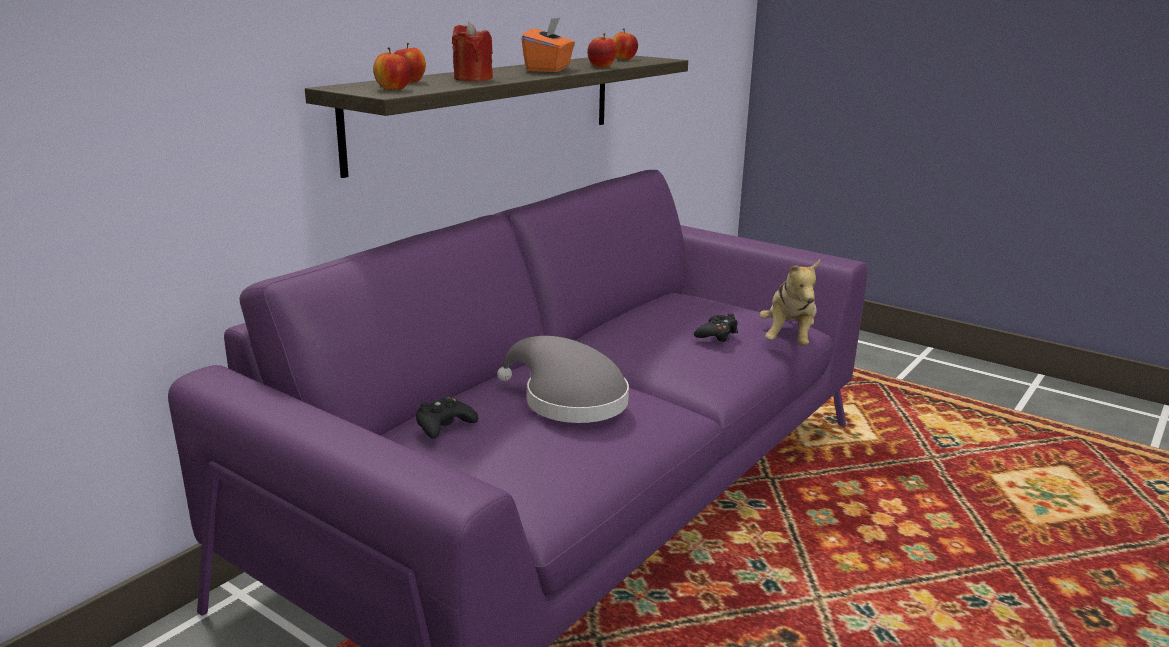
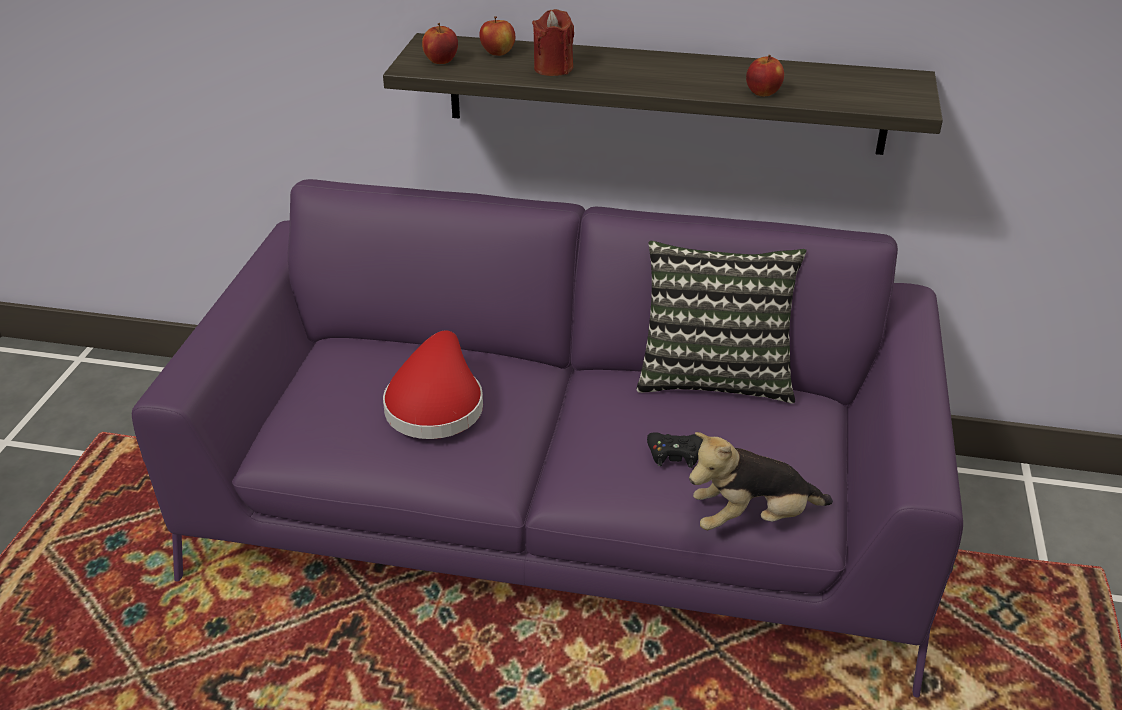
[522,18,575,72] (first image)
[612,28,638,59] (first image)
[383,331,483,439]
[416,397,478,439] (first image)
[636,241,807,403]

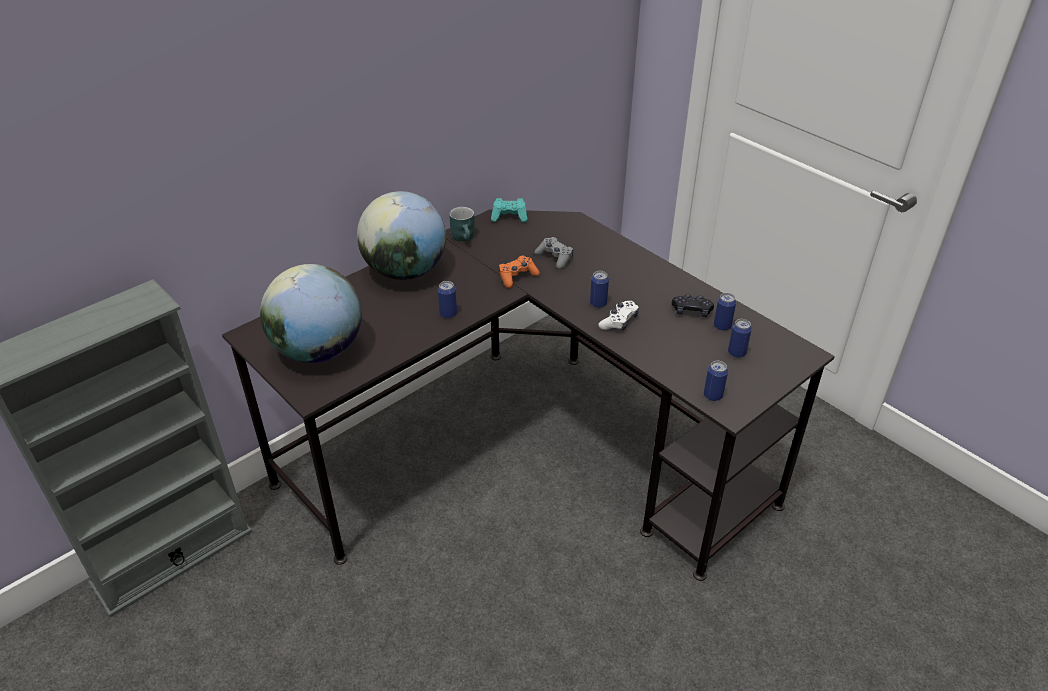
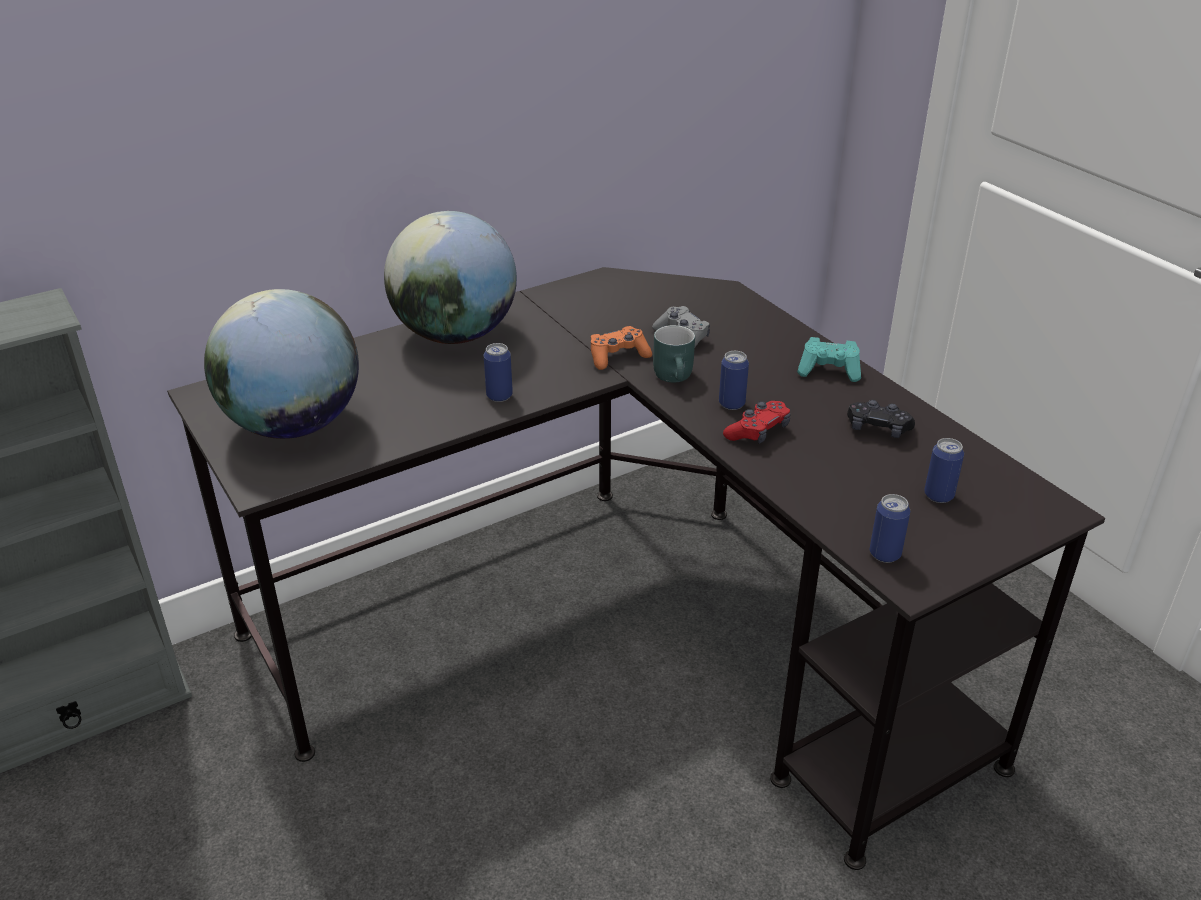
[797,337,861,382]
[653,325,695,382]
[714,293,736,331] (first image)
[723,401,791,444]

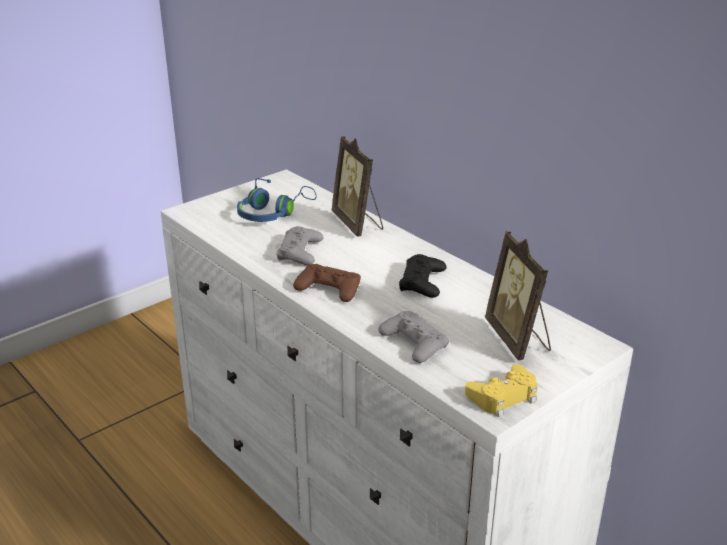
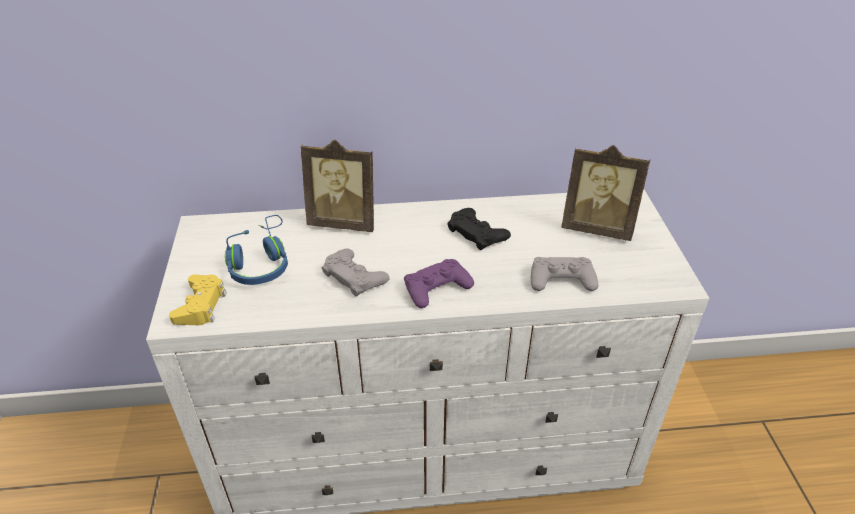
[404,259,474,308]
[169,275,227,325]

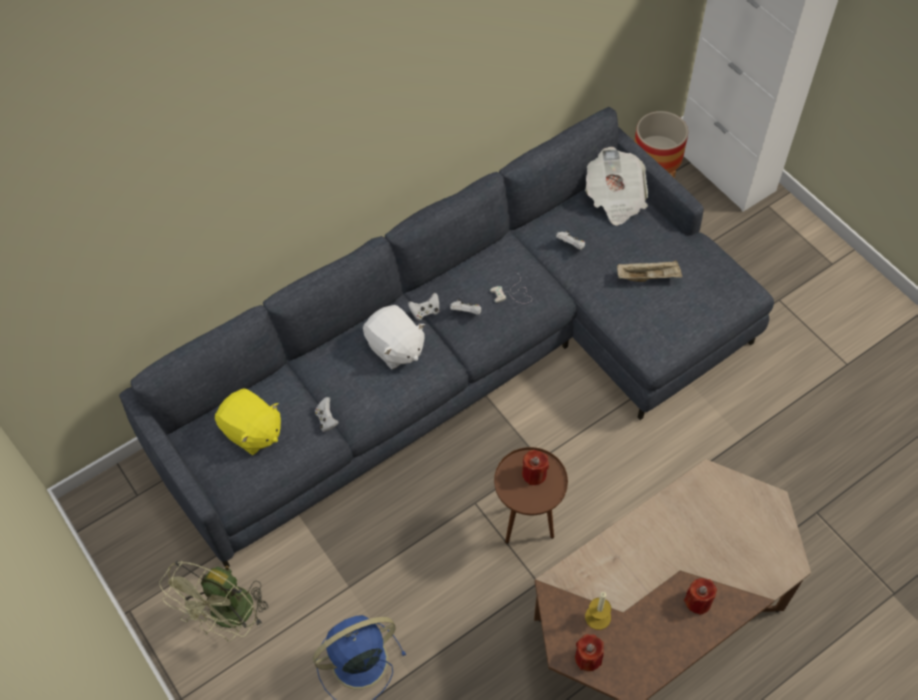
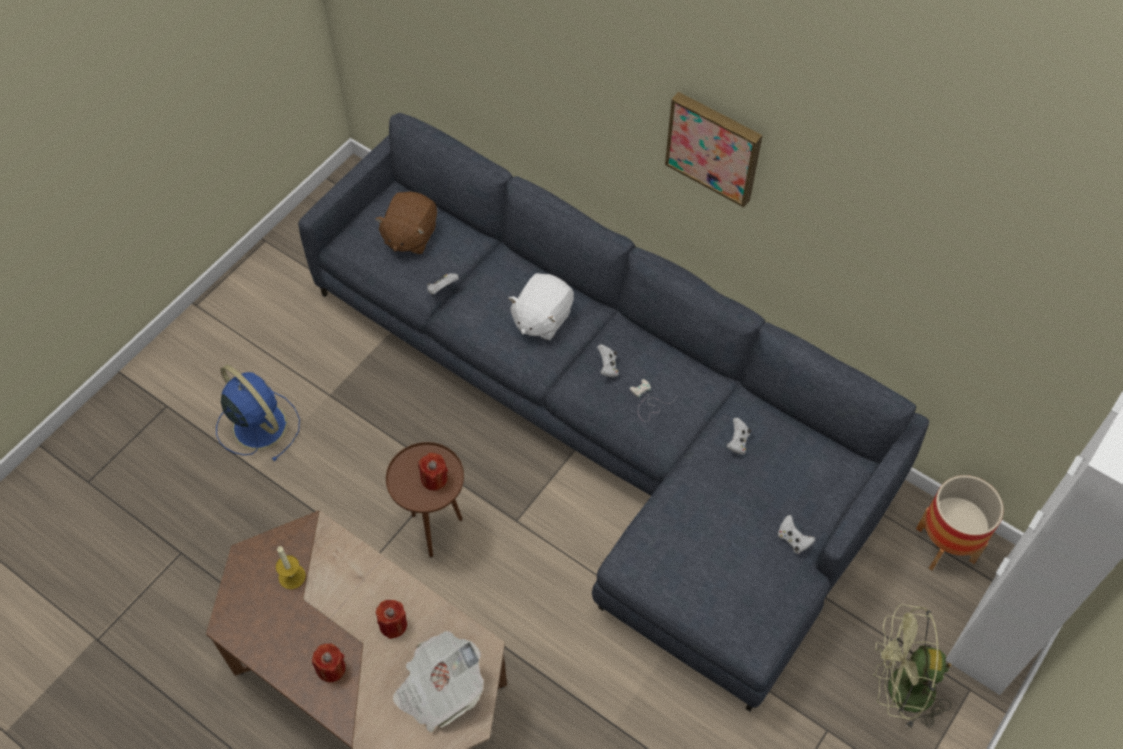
[393,631,484,732]
[617,260,682,282] (first image)
[778,515,815,554]
[375,191,437,254]
[873,604,951,729]
[376,600,407,639]
[665,92,763,208]

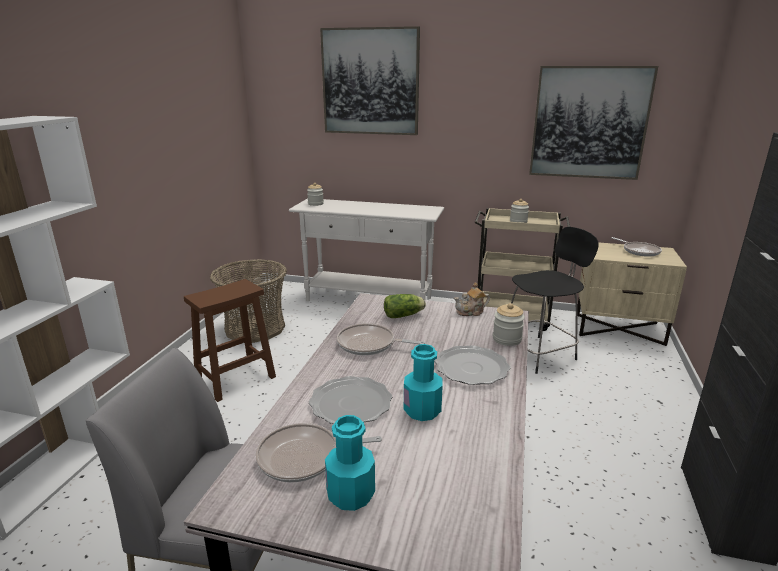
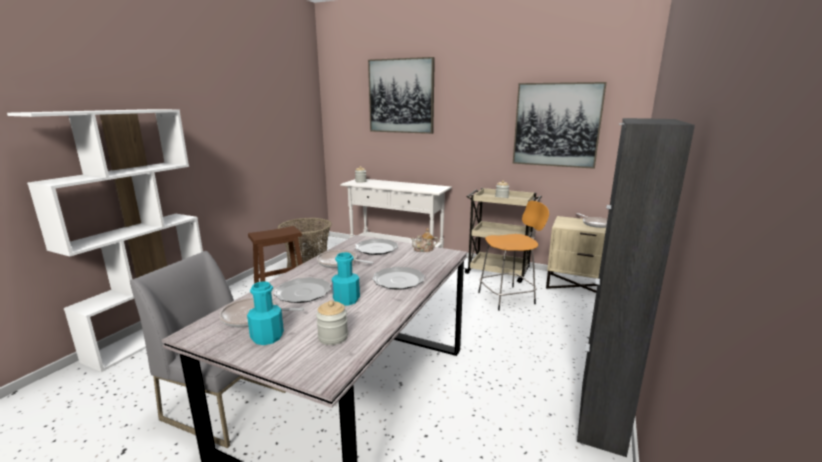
[478,201,549,311]
[355,239,398,255]
[316,300,348,345]

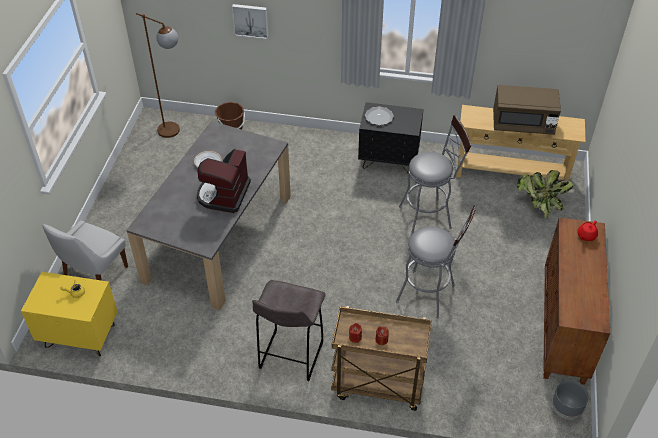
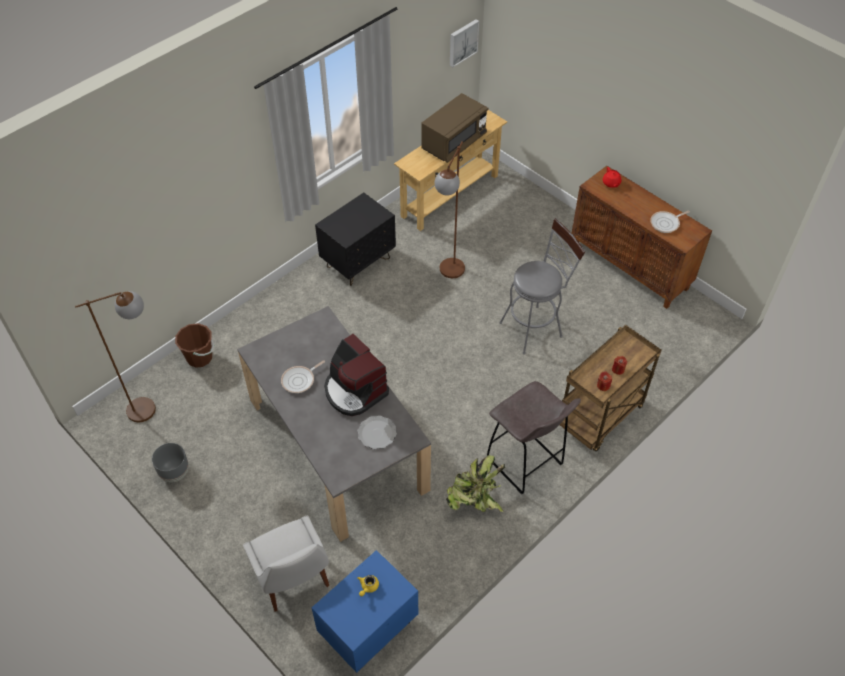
[450,19,479,67]
[358,416,397,449]
[435,141,465,278]
[446,455,505,512]
[312,550,418,673]
[152,443,189,483]
[650,210,690,233]

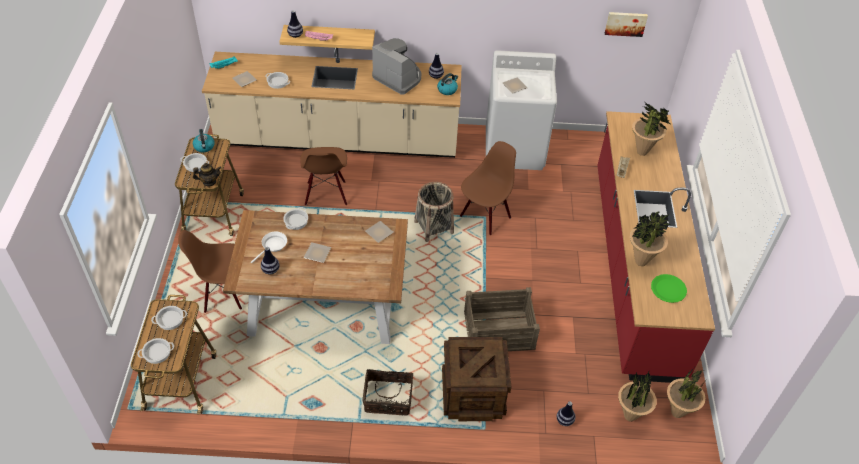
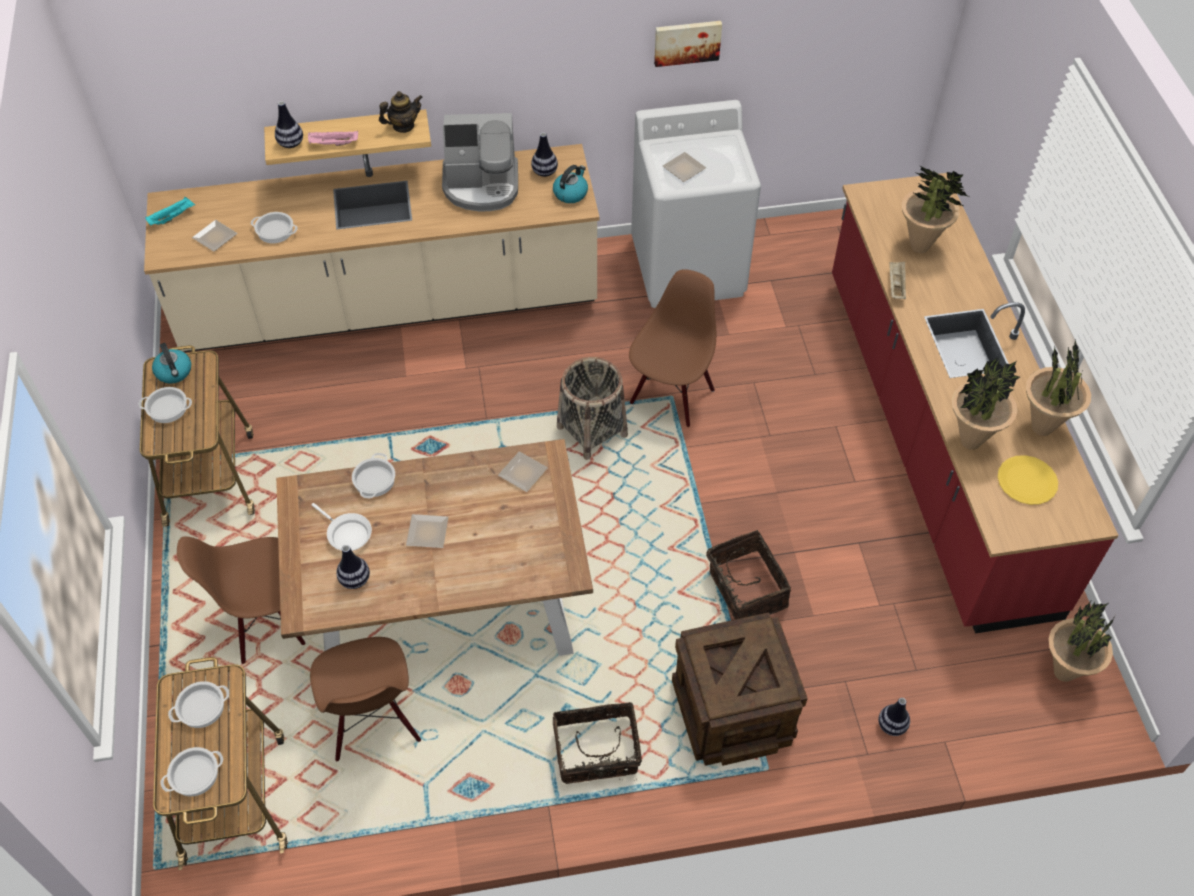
[654,21,722,67]
[442,113,518,212]
[310,637,421,761]
[379,91,423,133]
[311,503,372,551]
[998,455,1058,505]
[706,530,791,620]
[1026,340,1091,436]

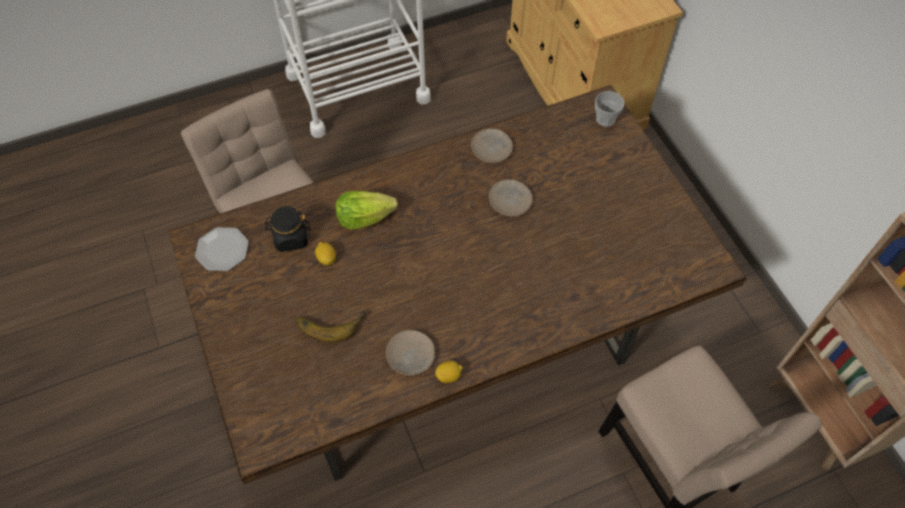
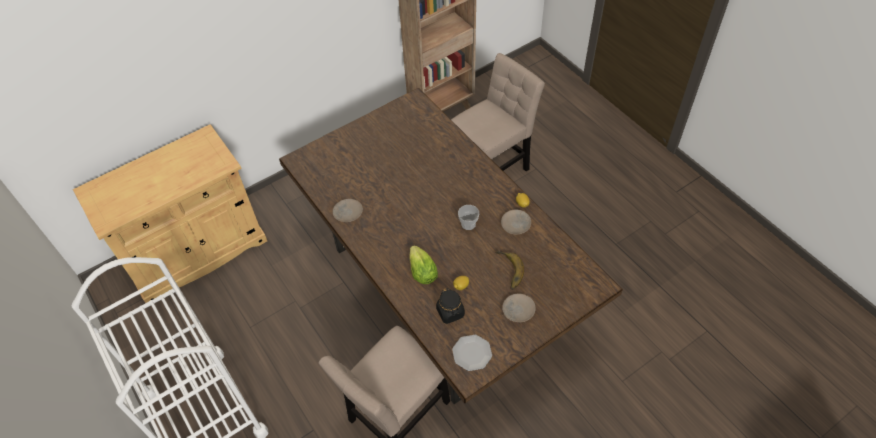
[458,205,479,230]
[502,294,536,322]

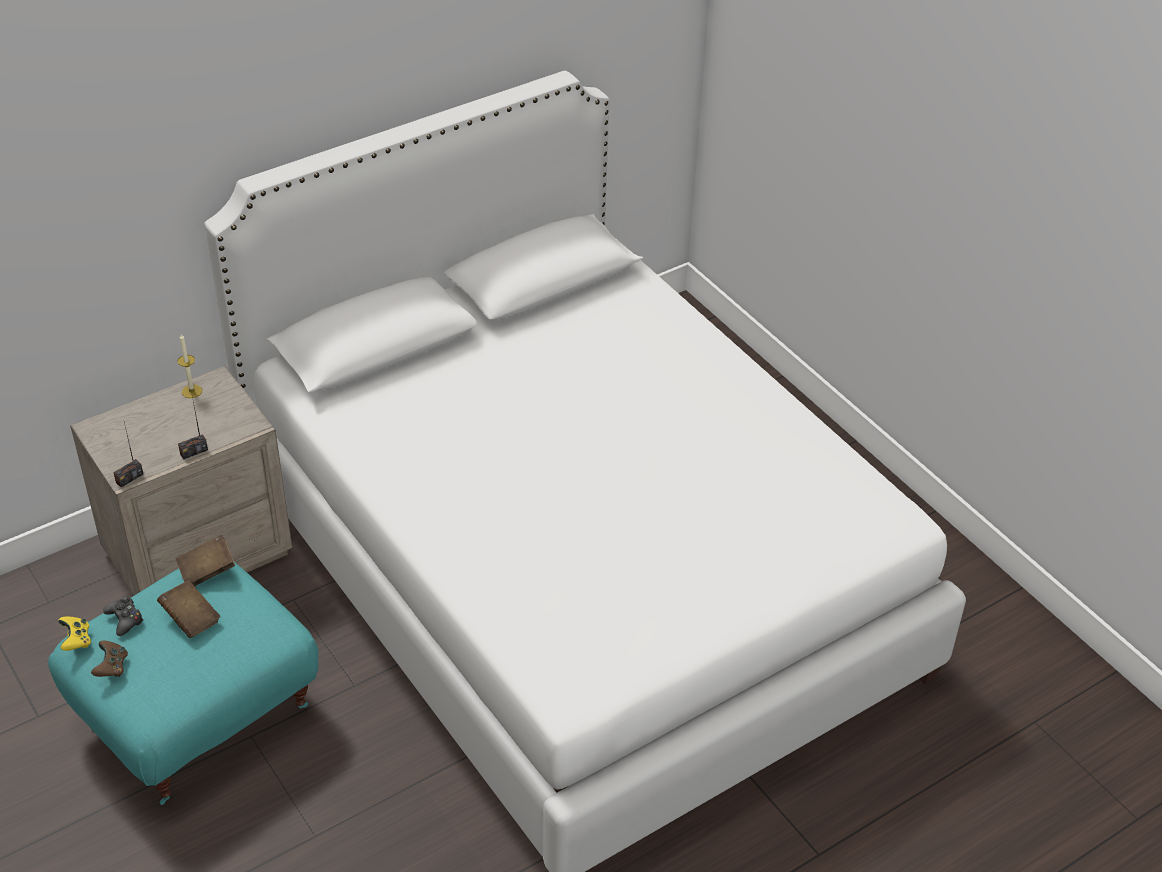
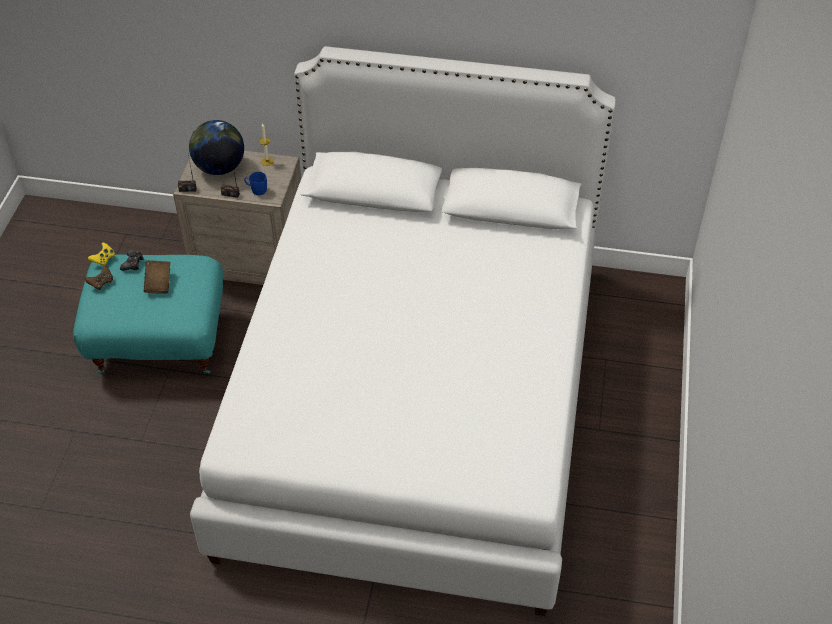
[176,535,235,586] (first image)
[189,120,244,175]
[244,172,267,195]

